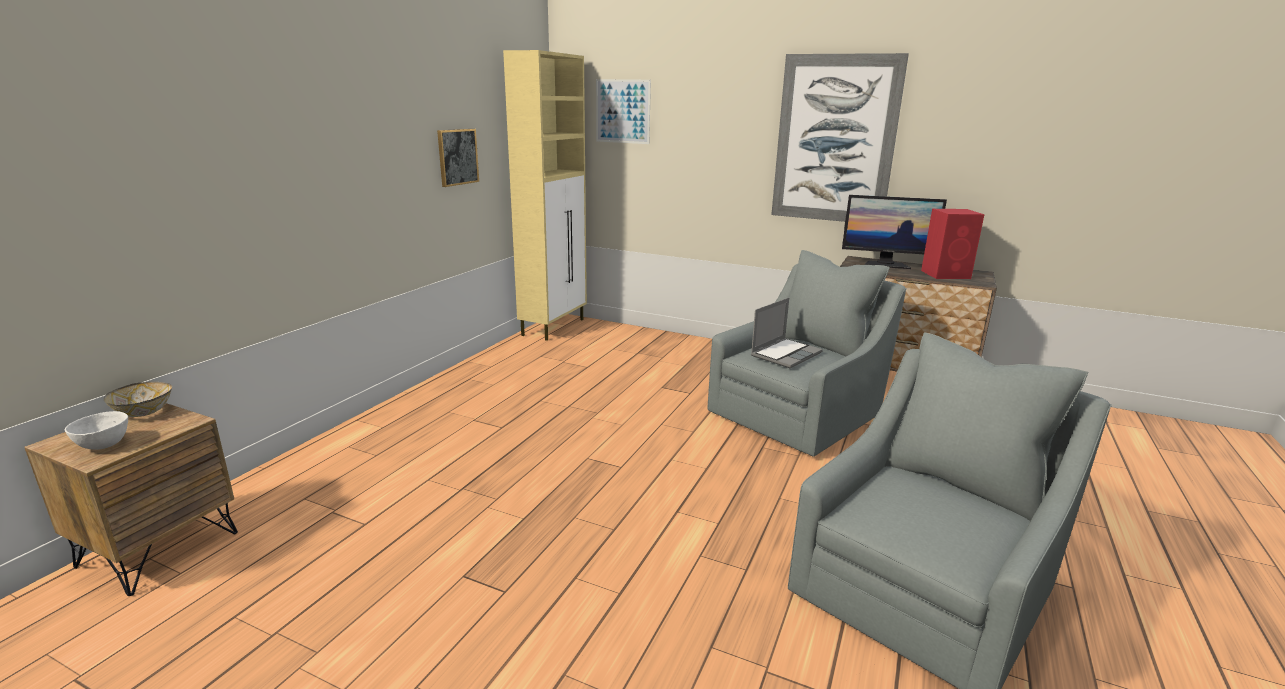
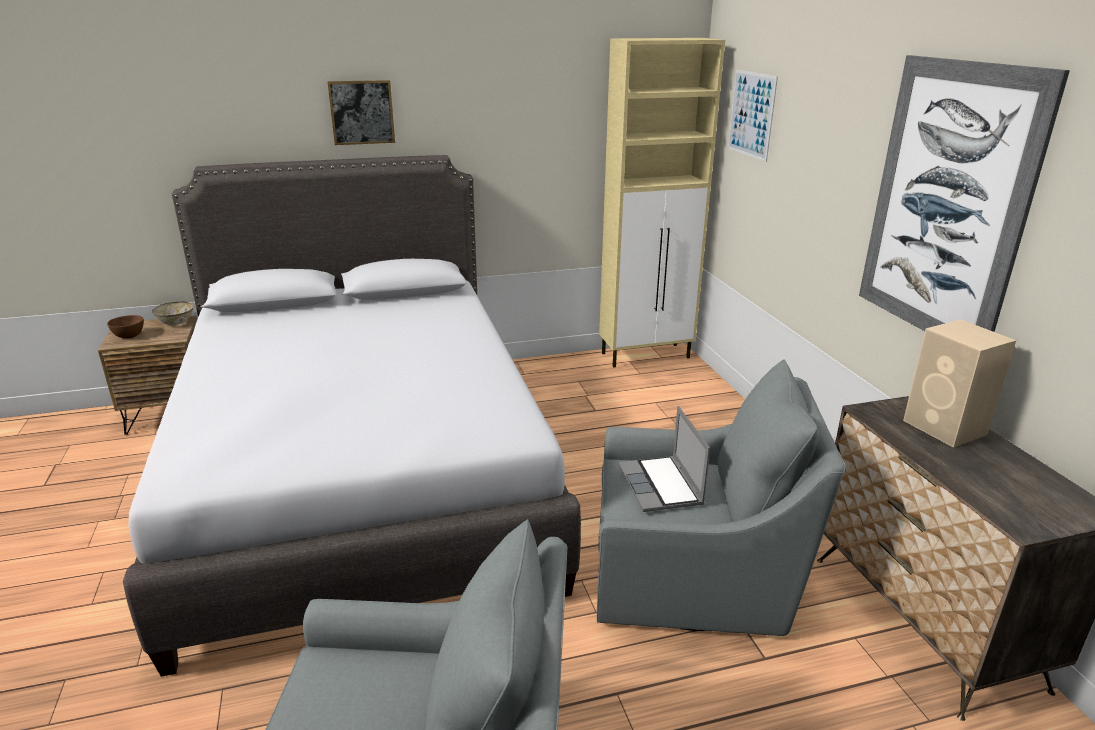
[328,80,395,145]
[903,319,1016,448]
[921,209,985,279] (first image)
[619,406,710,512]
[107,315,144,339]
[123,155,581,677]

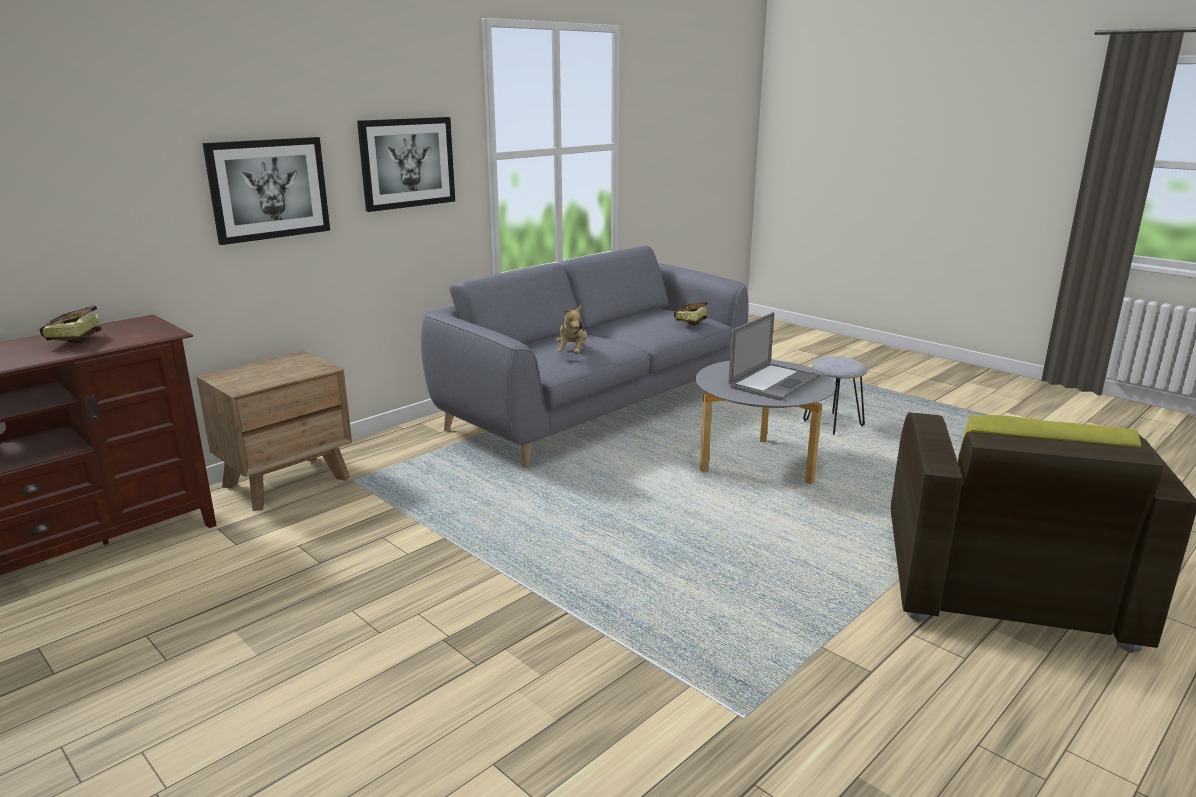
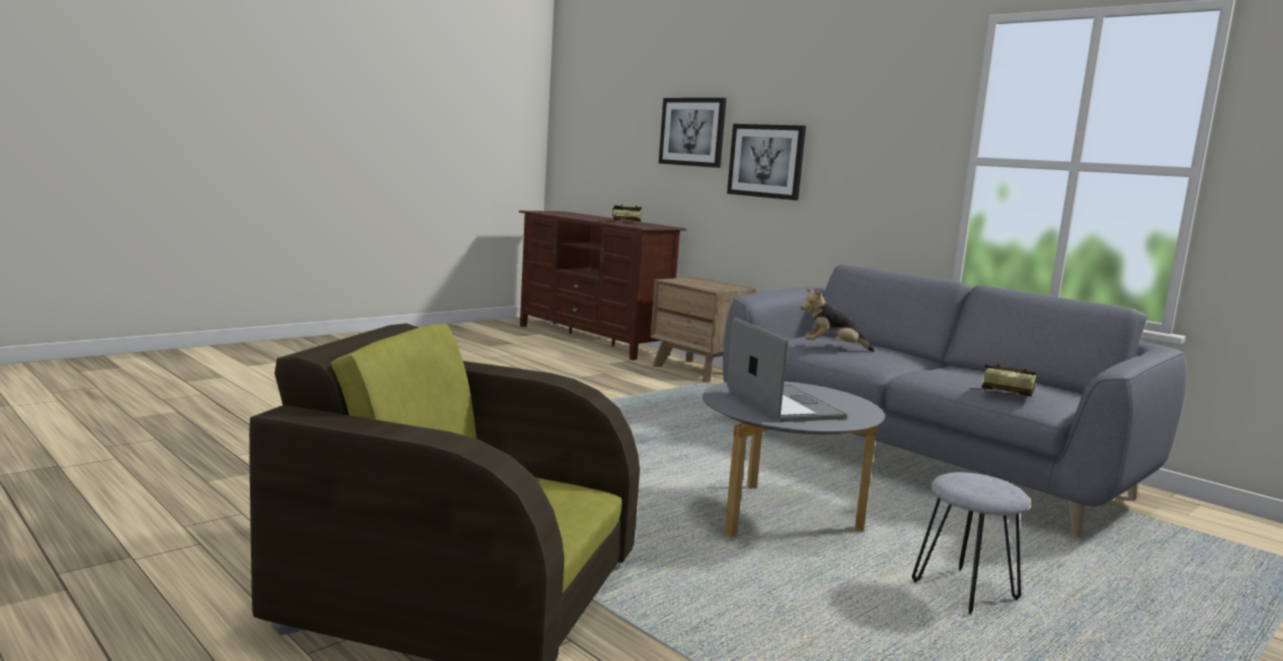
[659,98,726,168]
[727,317,848,422]

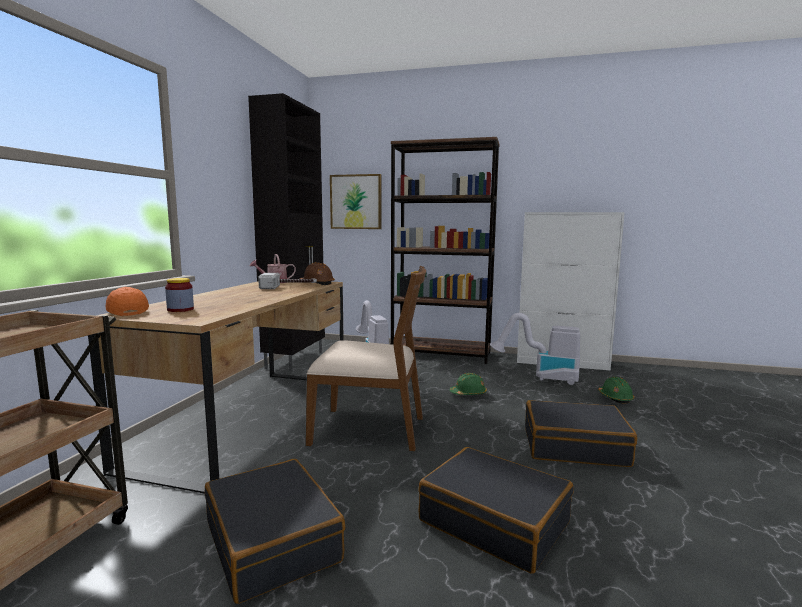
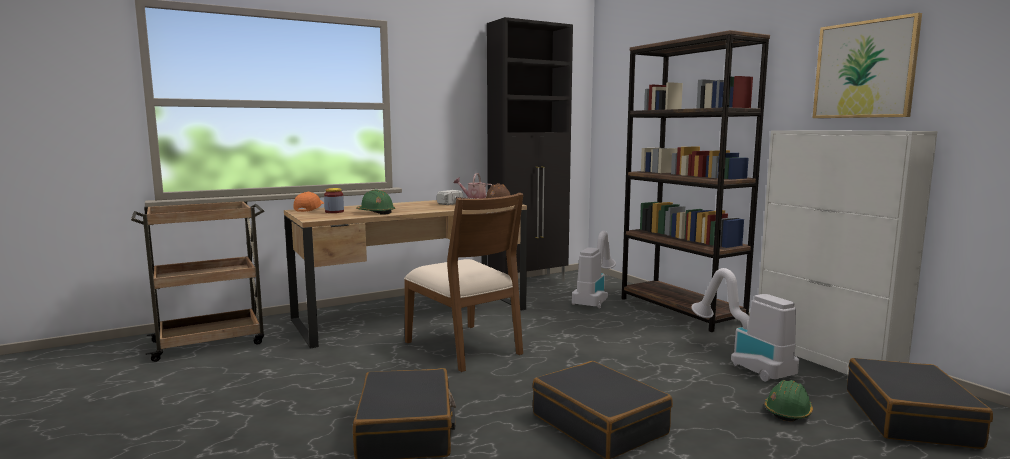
[813,13,922,118]
[356,189,395,215]
[847,358,993,449]

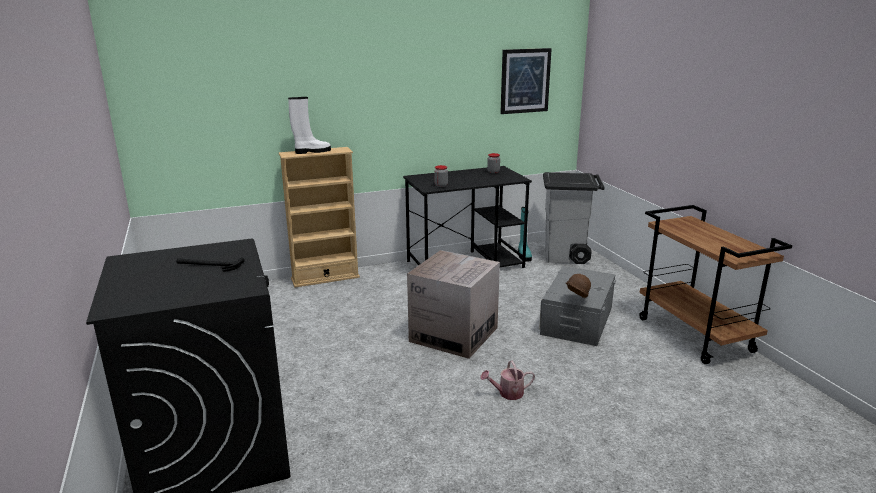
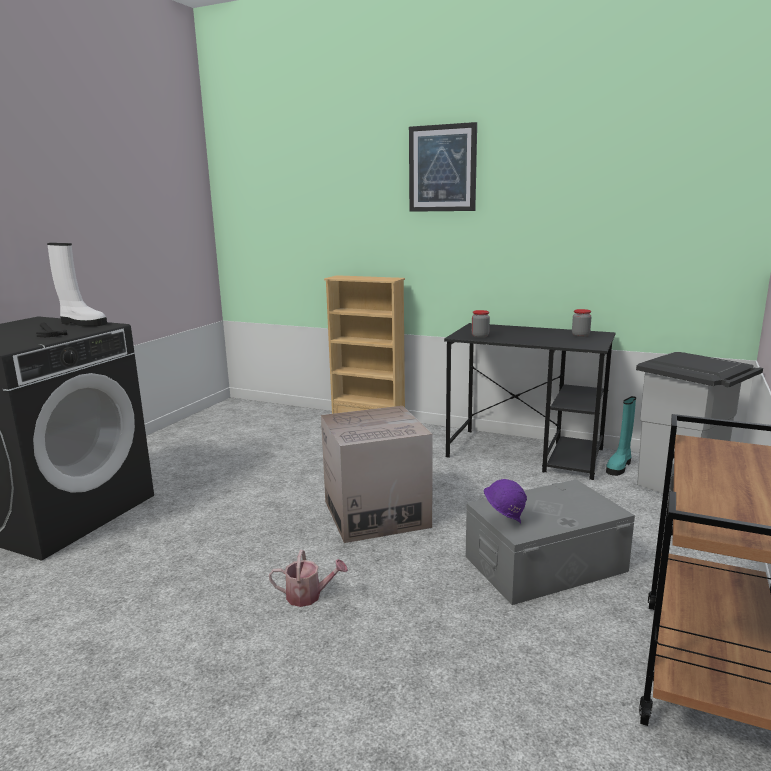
[409,122,477,212]
[47,243,107,326]
[484,479,527,524]
[269,550,348,607]

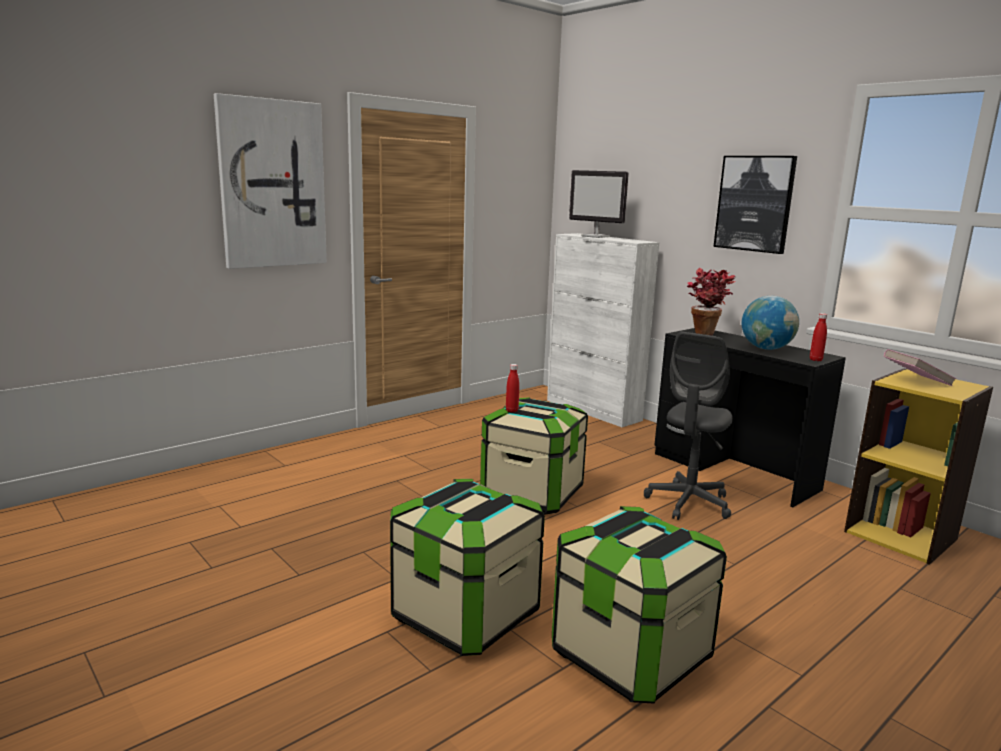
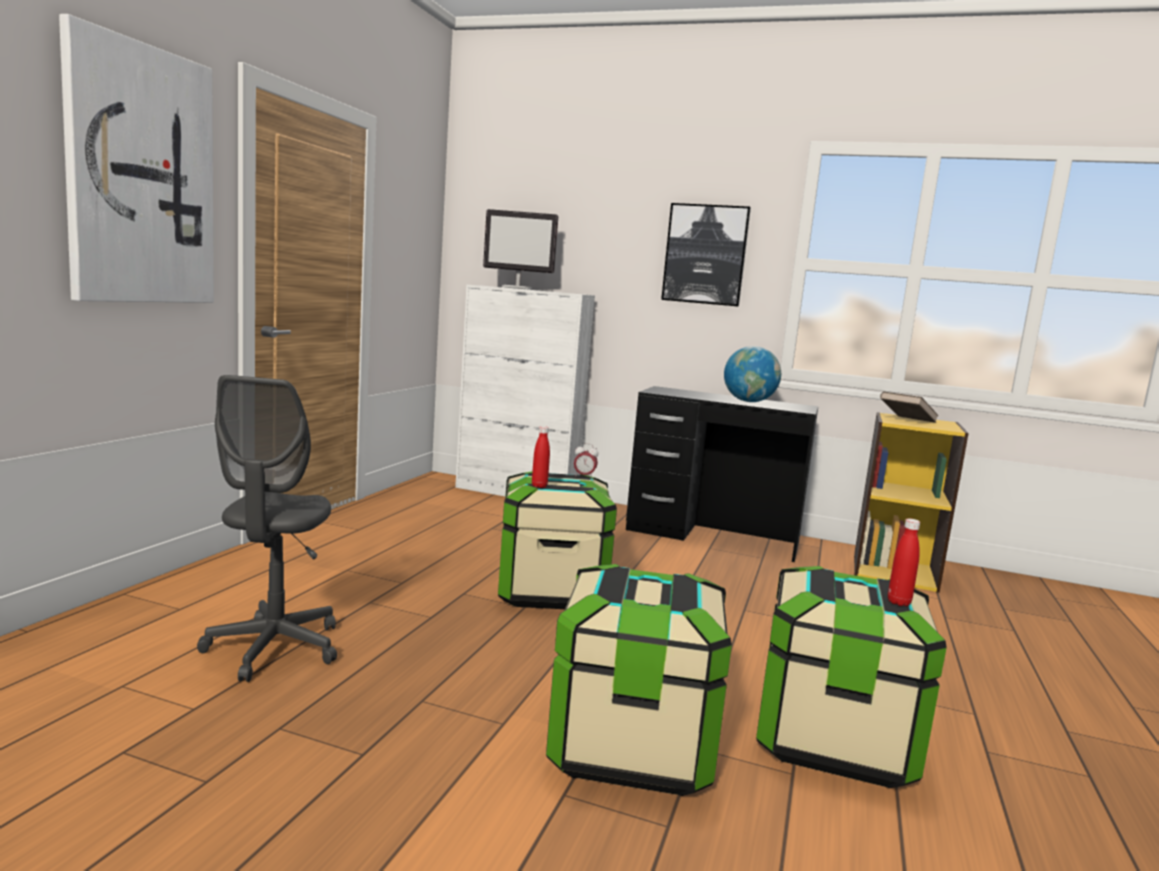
[687,268,735,335] (first image)
[888,519,920,606]
[197,375,337,682]
[880,391,939,423]
[574,443,598,479]

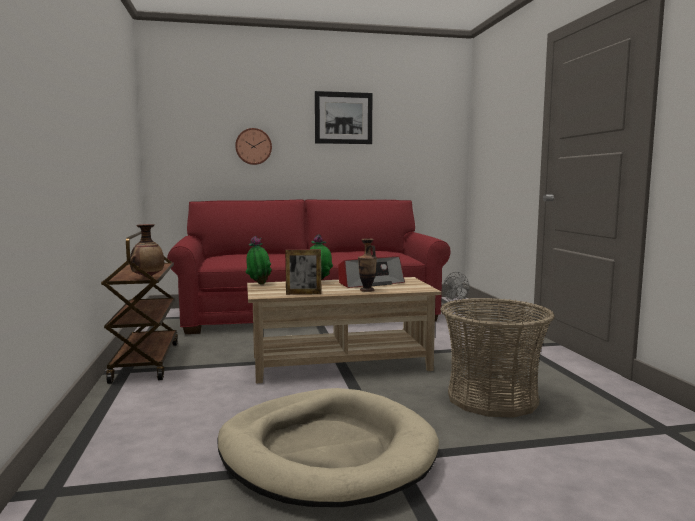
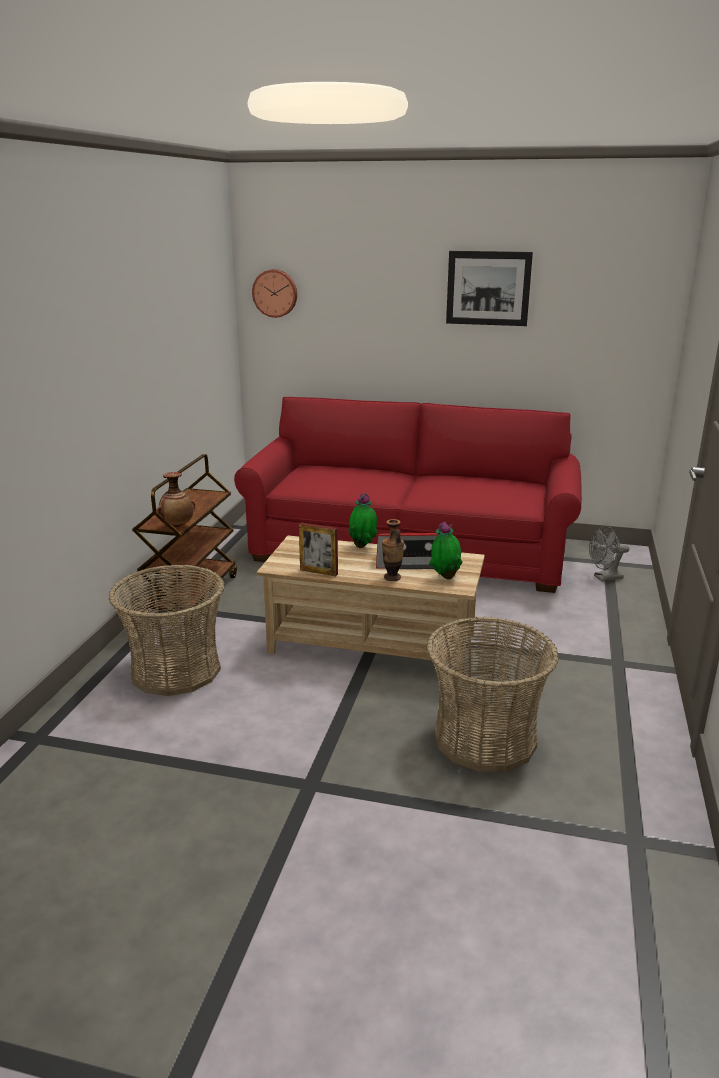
[252,269,297,318]
[429,522,463,580]
[217,388,439,507] (first image)
[109,564,225,696]

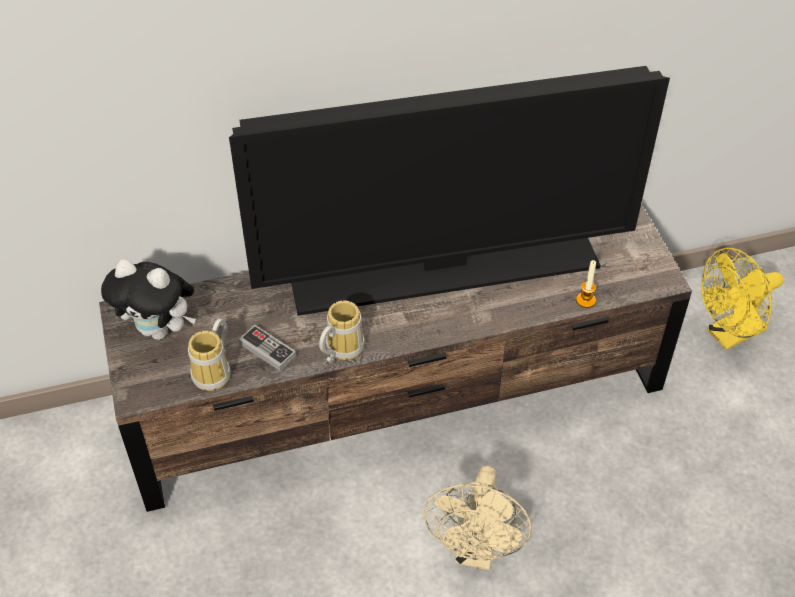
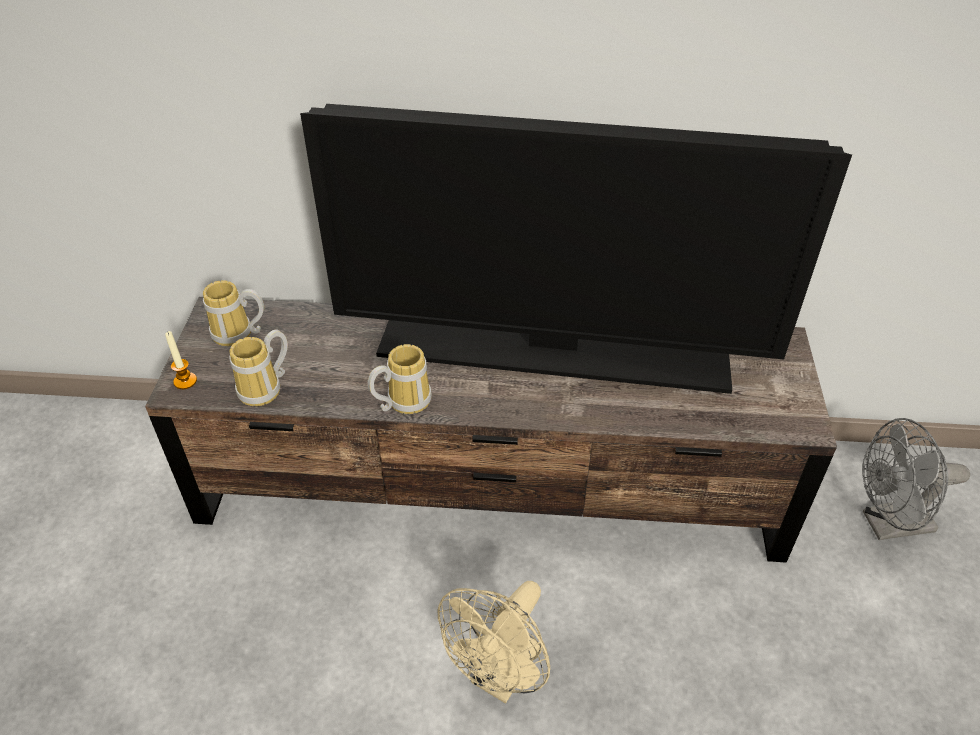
[862,418,970,540]
[203,280,264,346]
[165,331,197,389]
[239,325,296,371] (first image)

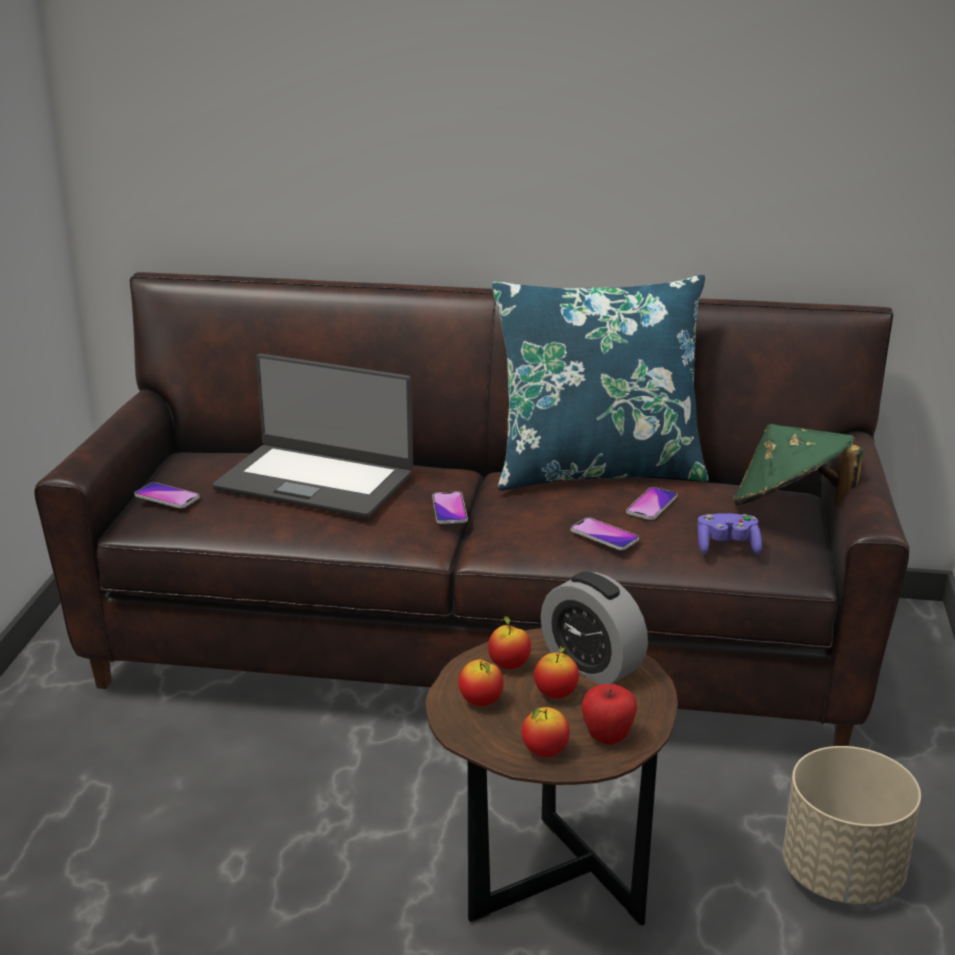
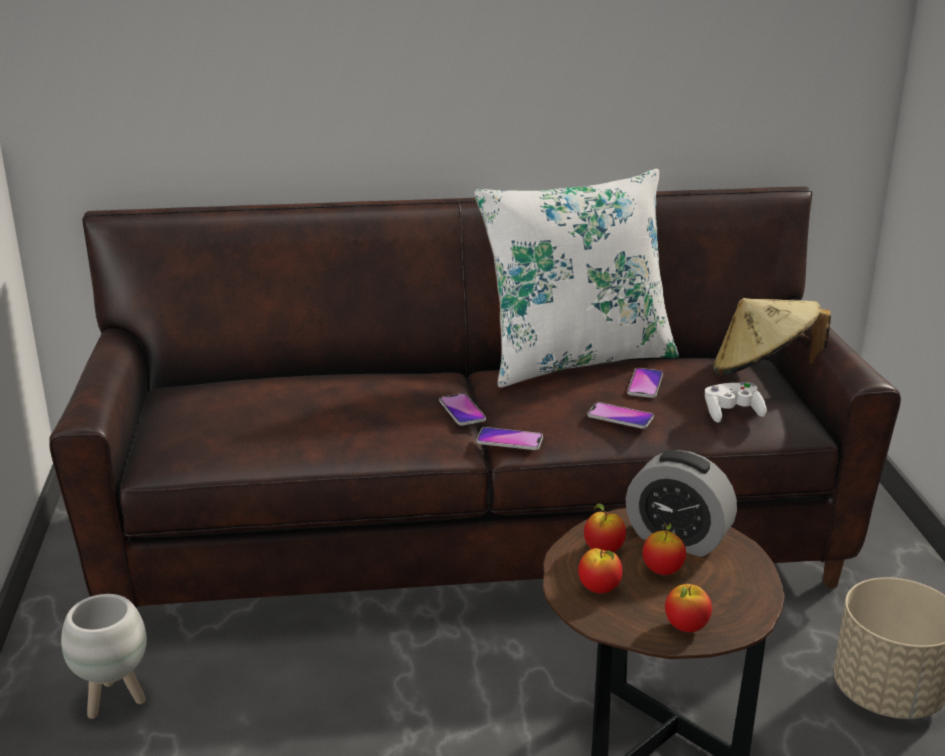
[474,169,679,387]
[213,354,413,518] (first image)
[713,298,831,376]
[477,427,543,450]
[705,382,767,423]
[581,684,637,745] (first image)
[61,594,147,719]

